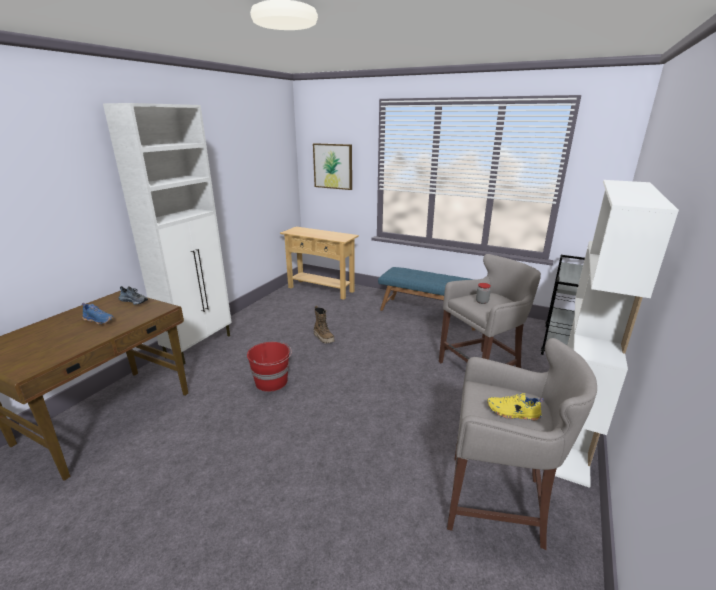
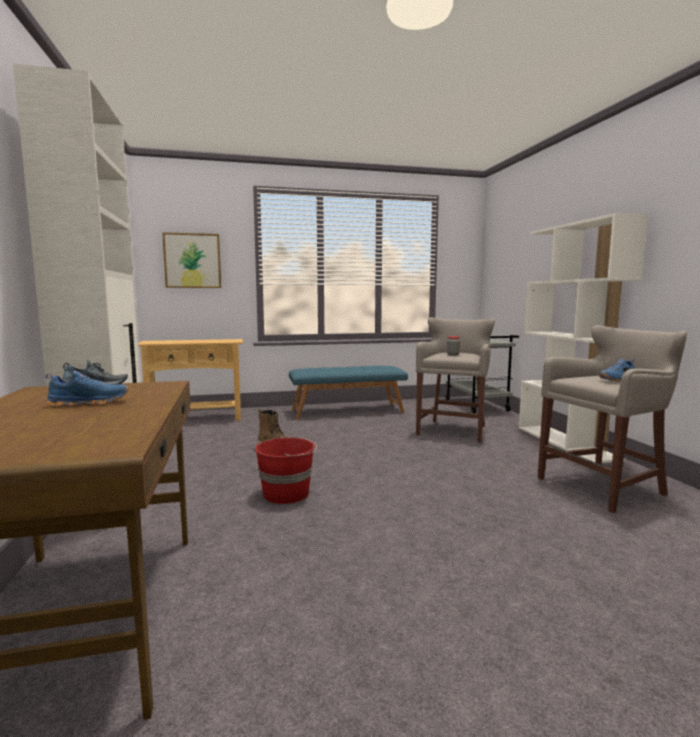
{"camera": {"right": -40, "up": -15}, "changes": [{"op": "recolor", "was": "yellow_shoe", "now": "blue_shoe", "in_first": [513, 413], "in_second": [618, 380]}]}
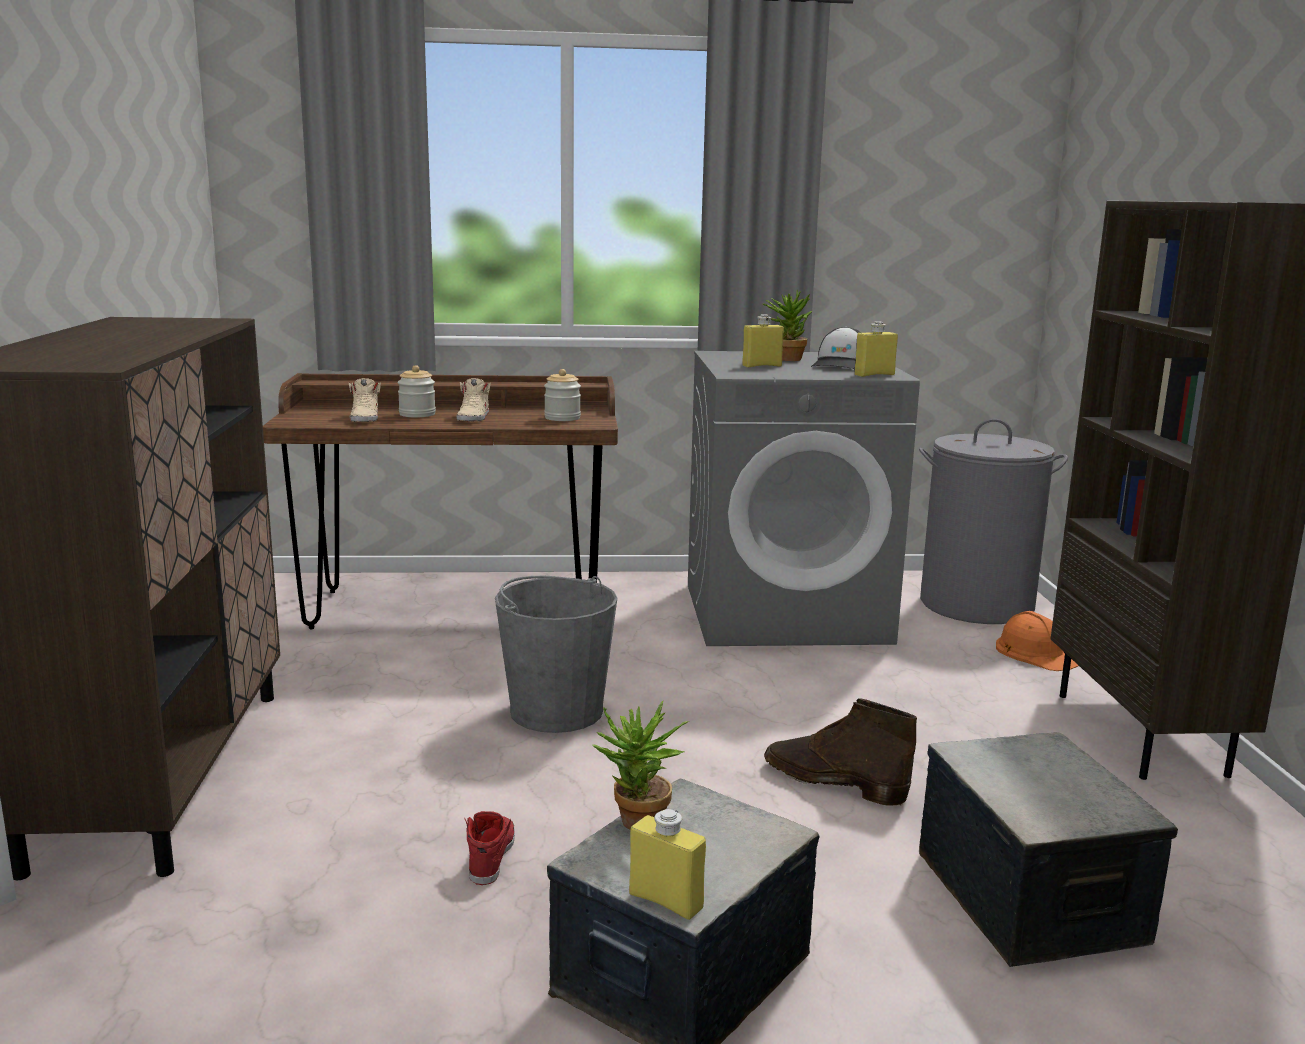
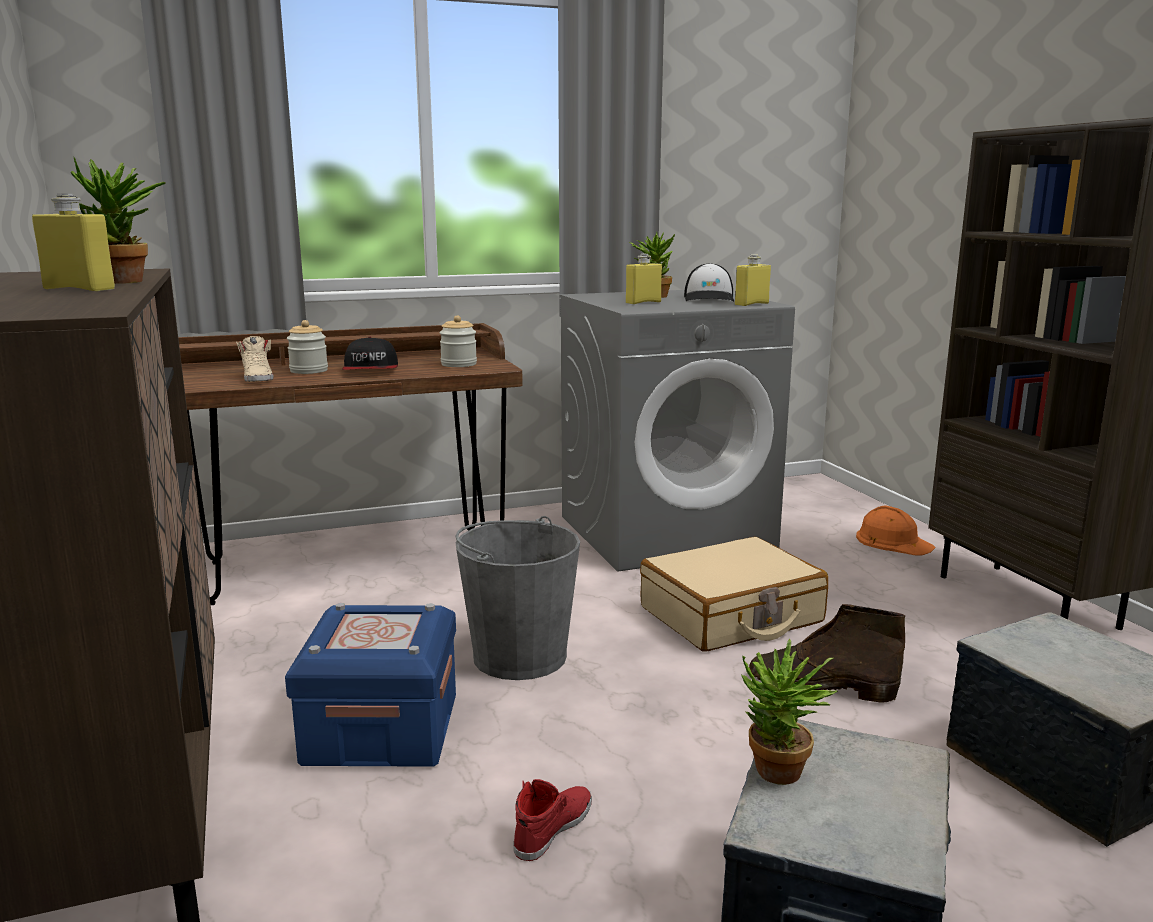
{"camera": {"right": -15, "up": 0}, "changes": [{"op": "replace", "was": "beige_shoe", "now": "cap", "in_first": [474, 418], "in_second": [371, 370]}, {"op": "rotate", "was": "red_shoe", "in_first": [491, 855], "in_second": [552, 827], "clockwise": 45}, {"op": "move", "was": "yellow_bottle", "in_first": [666, 901], "in_second": [79, 289]}, {"op": "delete", "was": "grey_laundry_basket", "in_first": [976, 604]}, {"op": "insert", "now": "potted_plant", "in_second": [125, 282]}, {"op": "insert", "now": "blue_storage_box", "in_second": [381, 729]}, {"op": "insert", "now": "beige_suitcase", "in_second": [731, 616]}]}
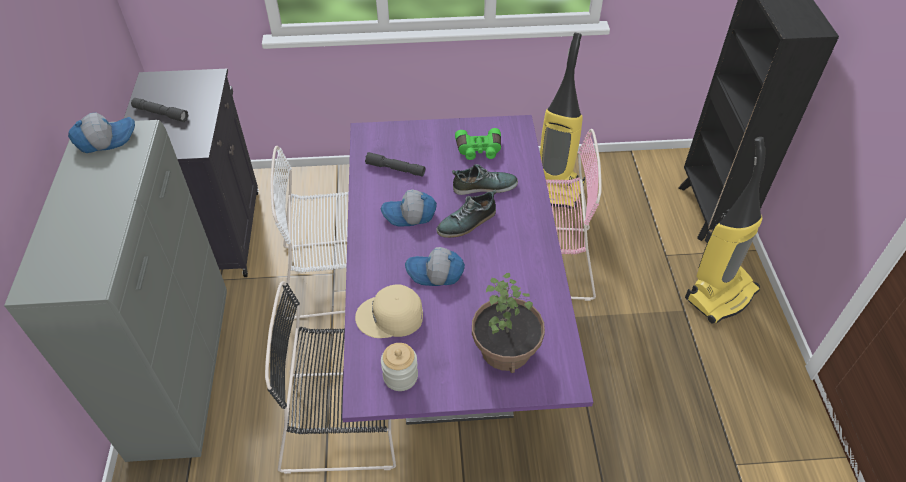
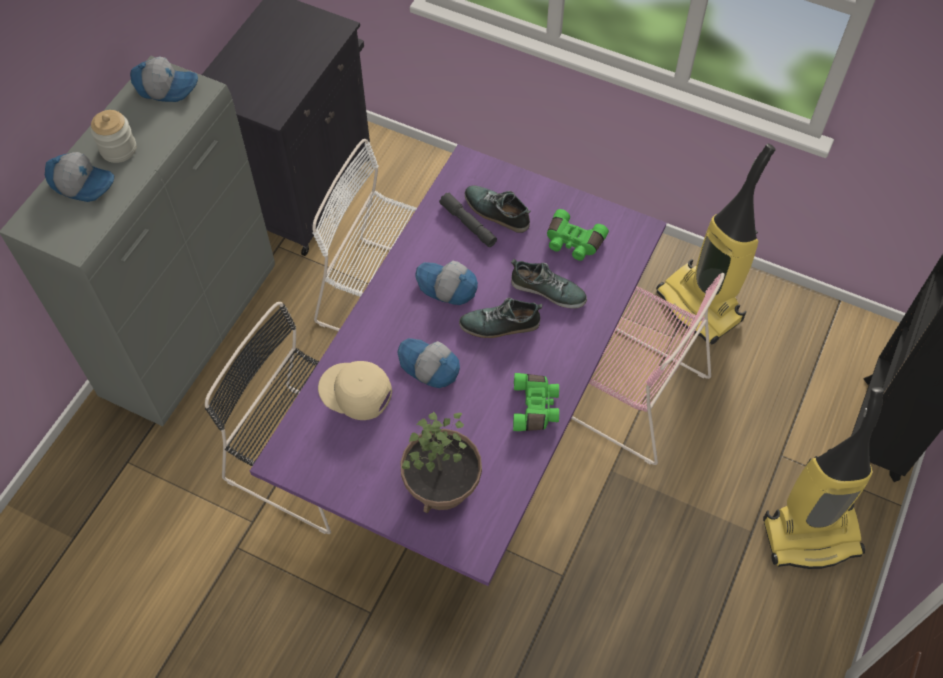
{"camera": {"right": 30, "up": 10}, "changes": [{"op": "delete", "was": "grey_flashlight", "in_first": [161, 114]}, {"op": "move", "was": "jar", "in_first": [400, 376], "in_second": [118, 149]}, {"op": "insert", "now": "cap", "in_second": [83, 183]}, {"op": "insert", "now": "shoe", "in_second": [496, 212]}, {"op": "insert", "now": "green_binoculars", "in_second": [536, 407]}]}
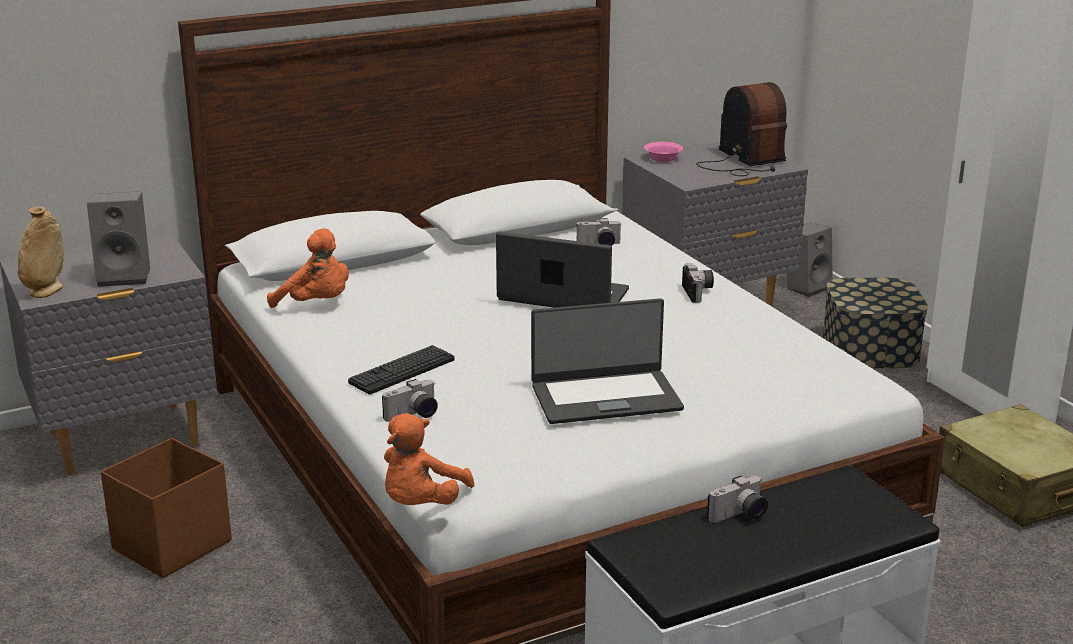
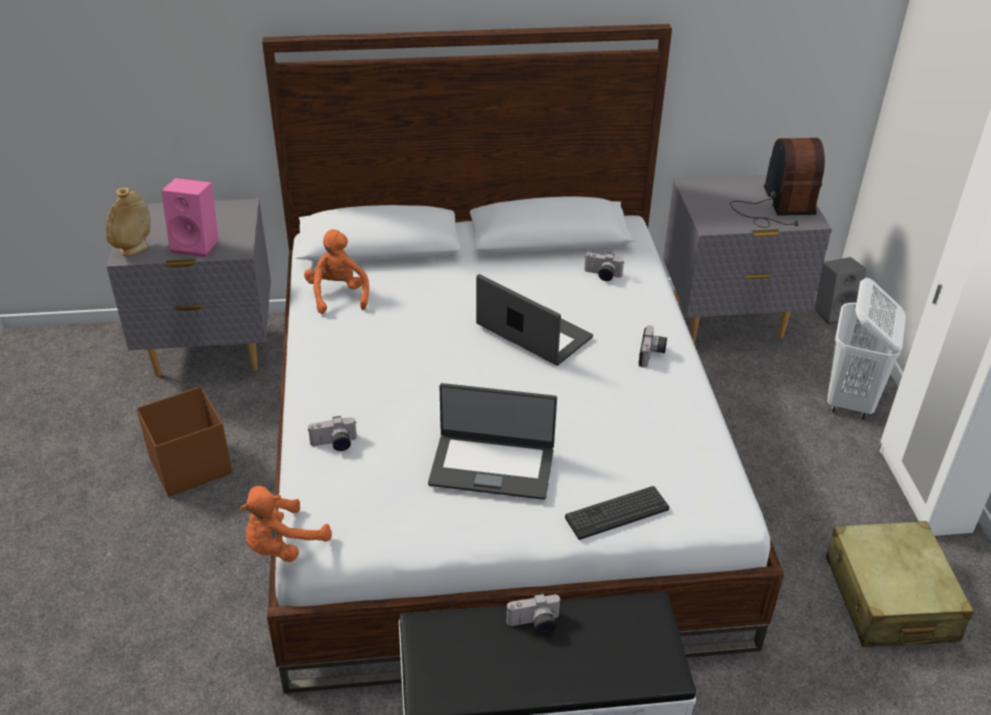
{"camera": {"right": 20, "up": 15}, "changes": [{"op": "recolor", "was": "grey_speaker", "now": "pink_speaker", "in_first": [126, 276], "in_second": [198, 244]}, {"op": "rotate", "was": "orange_plush_toy", "in_first": [316, 304], "in_second": [338, 295], "clockwise": -150}, {"op": "move", "was": "keyboard", "in_first": [402, 371], "in_second": [617, 513]}, {"op": "delete", "was": "pink_bowl", "in_first": [662, 158]}, {"op": "replace", "was": "storage_box", "now": "white_laundry_basket", "in_first": [870, 348], "in_second": [850, 400]}]}
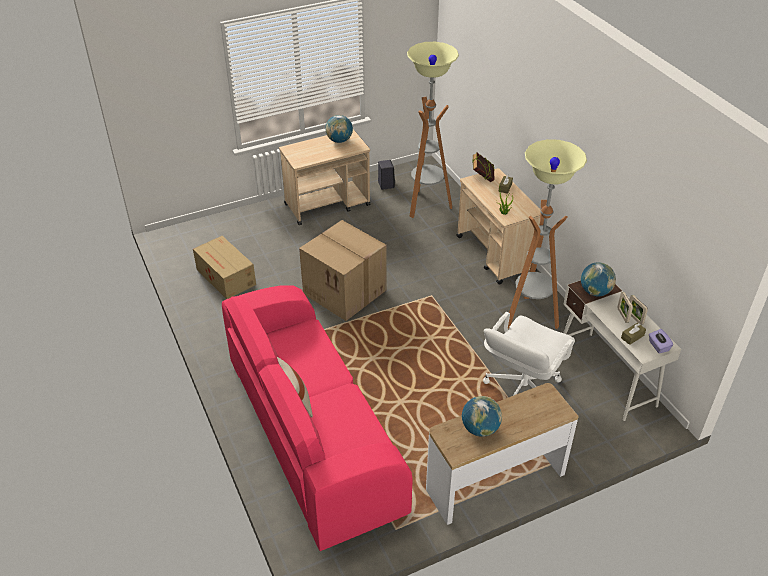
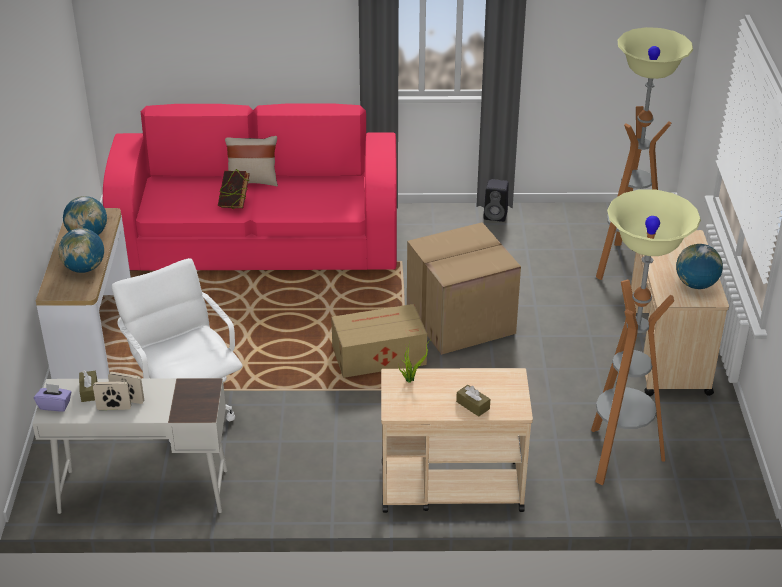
{"camera": {"right": 115, "up": -5}, "changes": [{"op": "move", "was": "cardboard_box", "in_first": [226, 277], "in_second": [377, 356]}, {"op": "move", "was": "black_speaker", "in_first": [385, 184], "in_second": [496, 215]}, {"op": "move", "was": "book", "in_first": [482, 178], "in_second": [235, 204]}, {"op": "move", "was": "floor_lamp", "in_first": [530, 317], "in_second": [626, 265]}, {"op": "move", "was": "globe", "in_first": [595, 292], "in_second": [84, 268]}]}
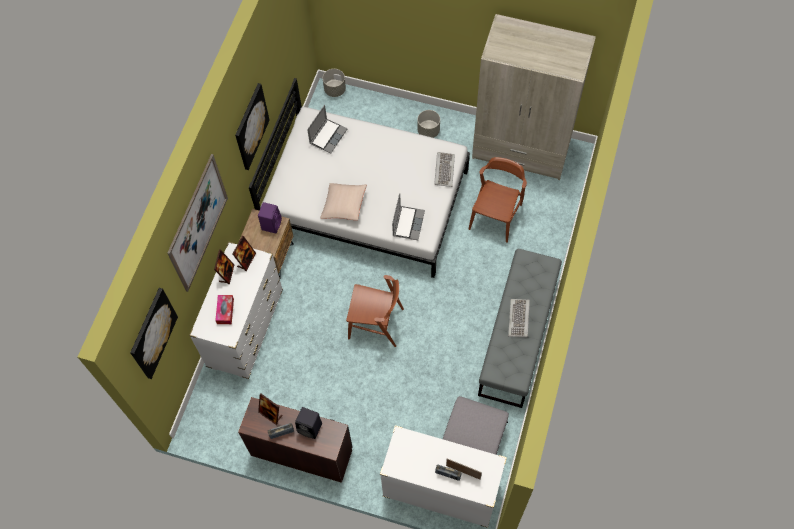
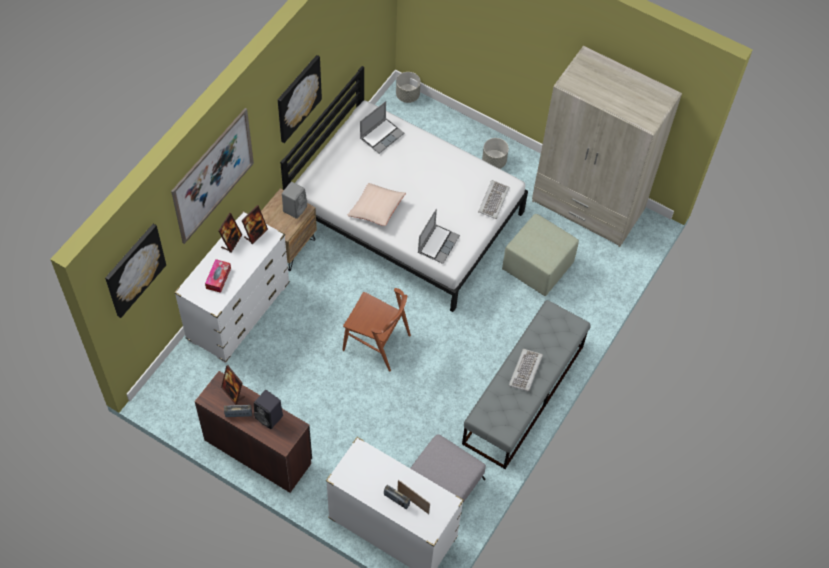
{"camera": {"right": 10, "up": -5}, "changes": [{"op": "recolor", "was": "purple_speaker", "now": "grey_speaker", "in_first": [271, 224], "in_second": [295, 208]}, {"op": "replace", "was": "brown_chair", "now": "green_ottoman", "in_first": [495, 216], "in_second": [538, 267]}]}
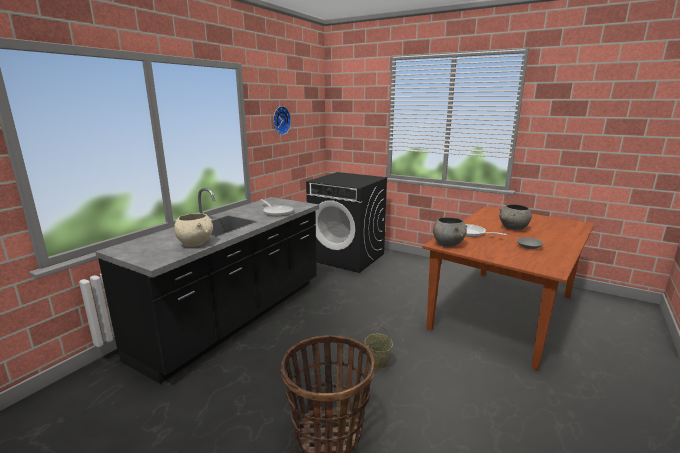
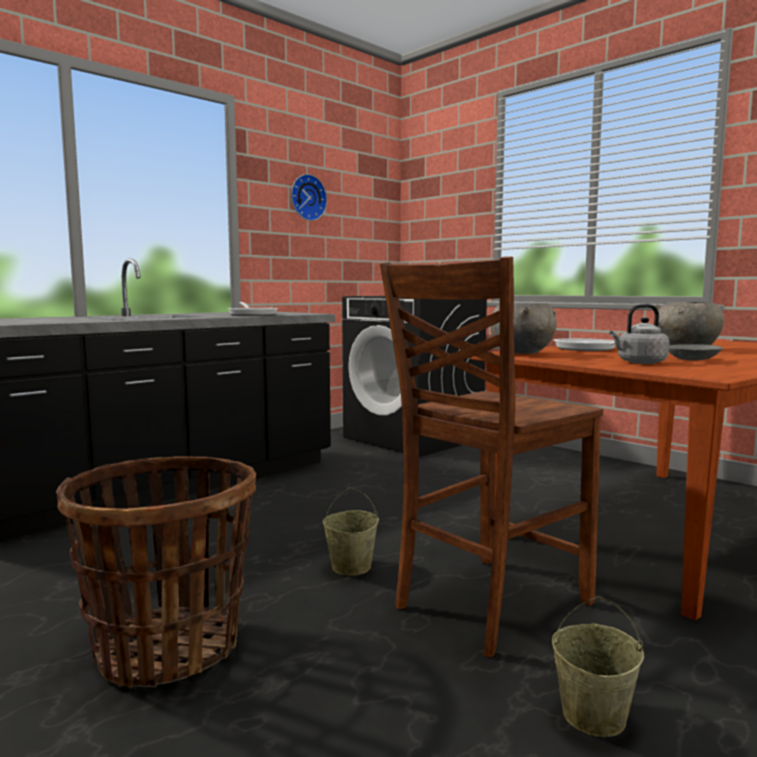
{"camera": {"right": 15, "up": -10}, "changes": [{"op": "delete", "was": "beige_bowl", "in_first": [195, 243]}, {"op": "insert", "now": "brown_chair", "in_second": [487, 604]}, {"op": "insert", "now": "beige_bucket", "in_second": [594, 715]}, {"op": "insert", "now": "grey_kettle", "in_second": [639, 362]}]}
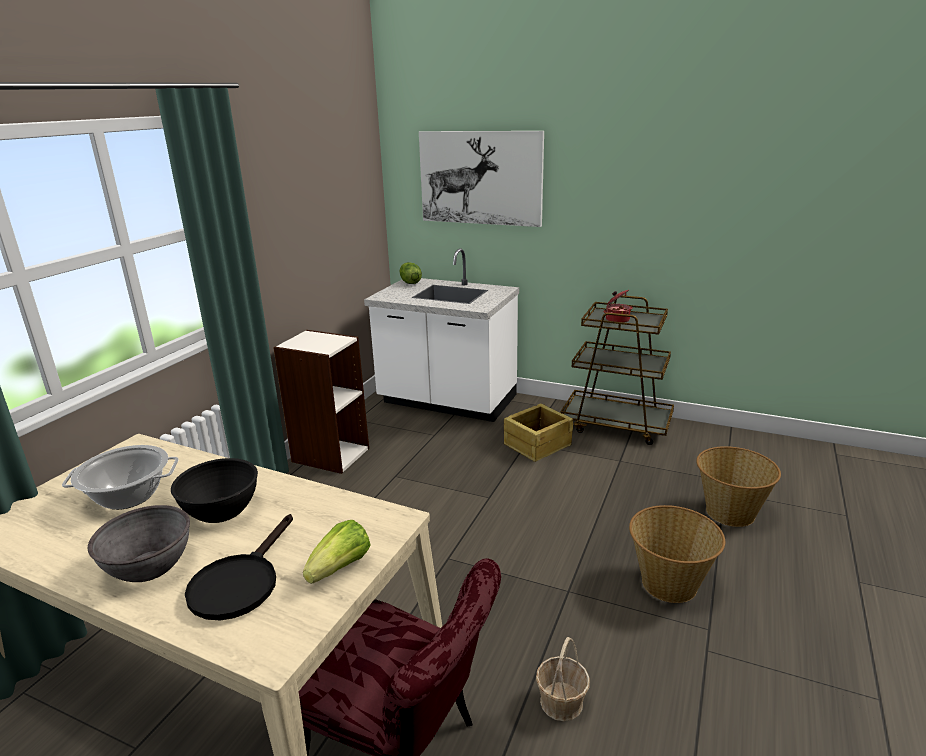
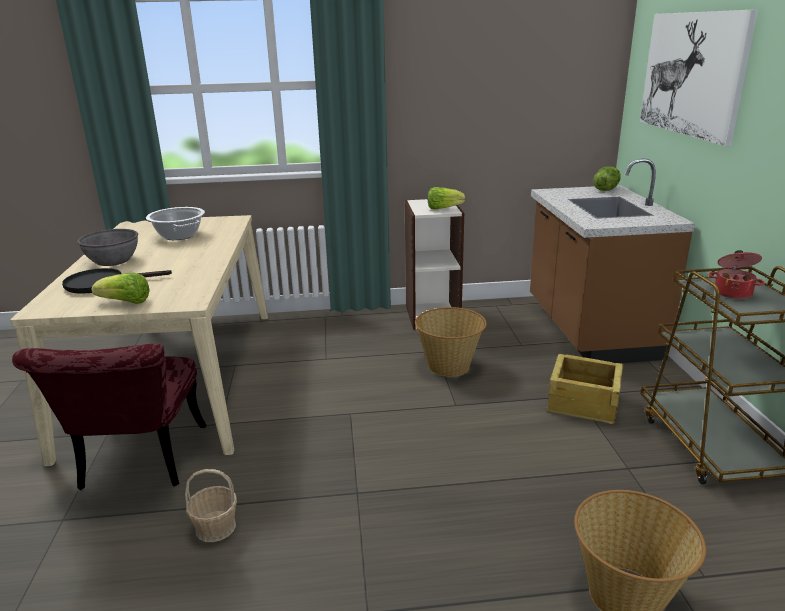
{"camera": {"right": 60, "up": 0}, "changes": [{"op": "delete", "was": "black_bowl", "in_first": [221, 510]}, {"op": "recolor", "was": "white_counter", "now": "brown_counter", "in_first": [447, 401], "in_second": [589, 330]}, {"op": "move", "was": "basket", "in_first": [669, 583], "in_second": [449, 366]}, {"op": "insert", "now": "lettuce", "in_second": [443, 208]}]}
